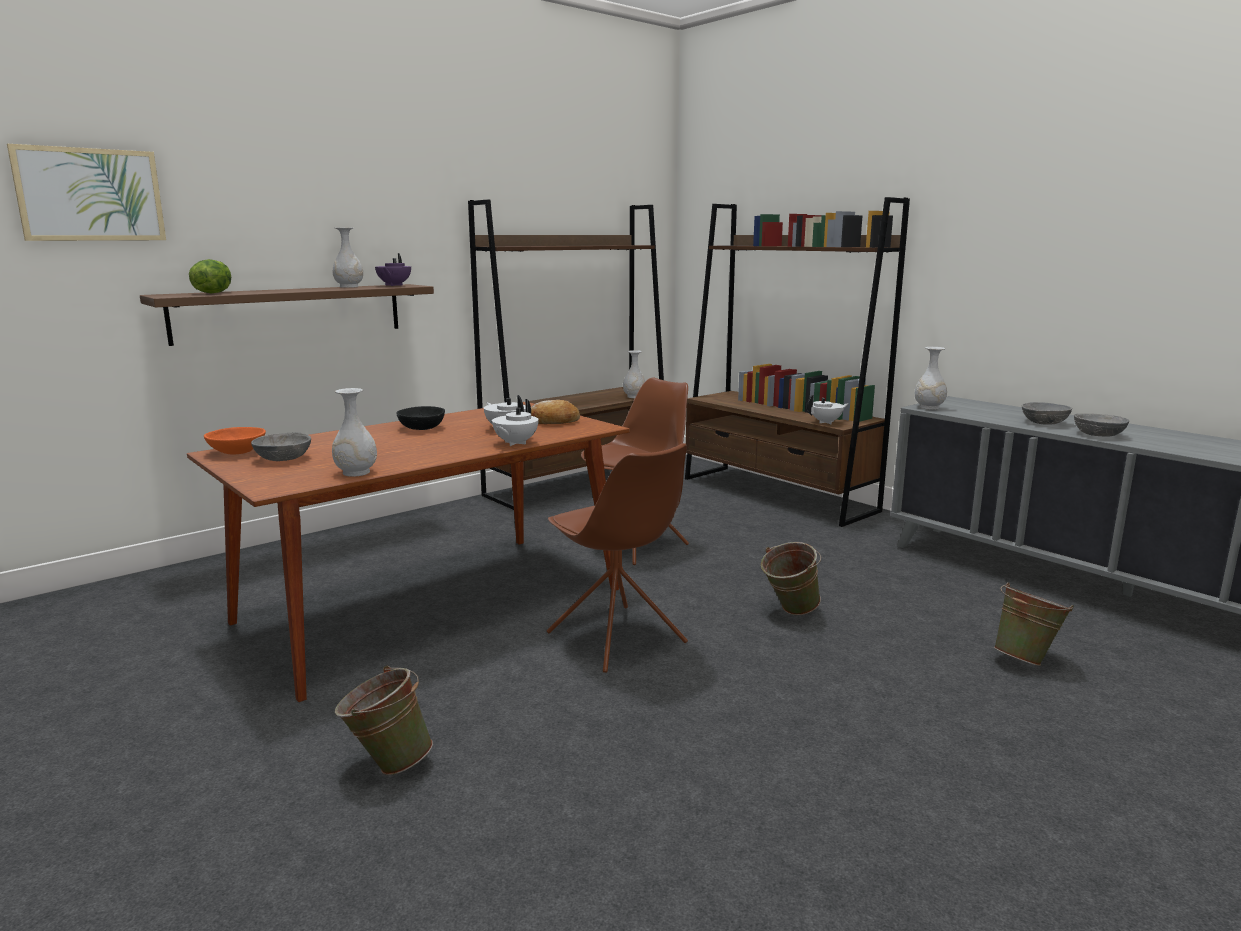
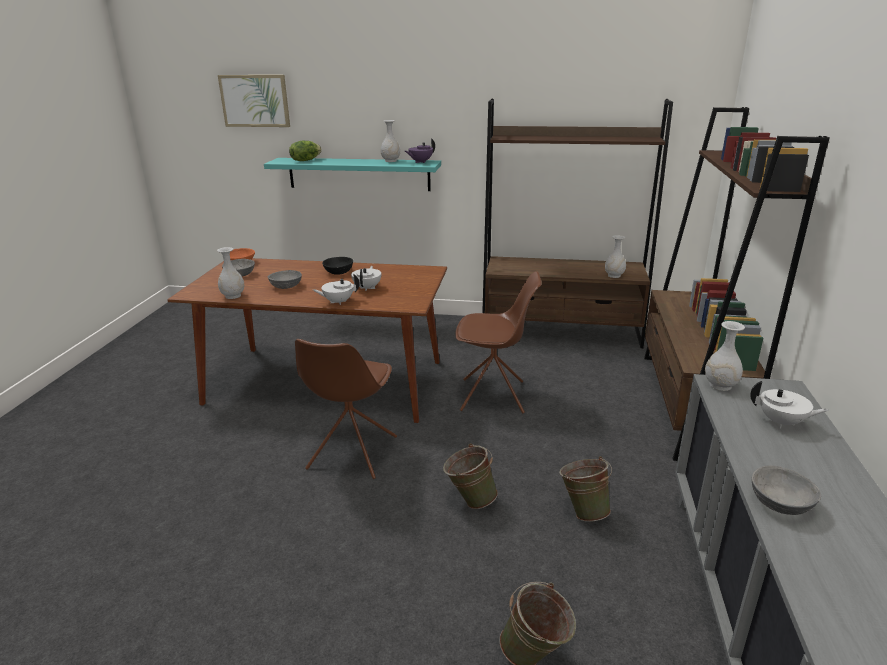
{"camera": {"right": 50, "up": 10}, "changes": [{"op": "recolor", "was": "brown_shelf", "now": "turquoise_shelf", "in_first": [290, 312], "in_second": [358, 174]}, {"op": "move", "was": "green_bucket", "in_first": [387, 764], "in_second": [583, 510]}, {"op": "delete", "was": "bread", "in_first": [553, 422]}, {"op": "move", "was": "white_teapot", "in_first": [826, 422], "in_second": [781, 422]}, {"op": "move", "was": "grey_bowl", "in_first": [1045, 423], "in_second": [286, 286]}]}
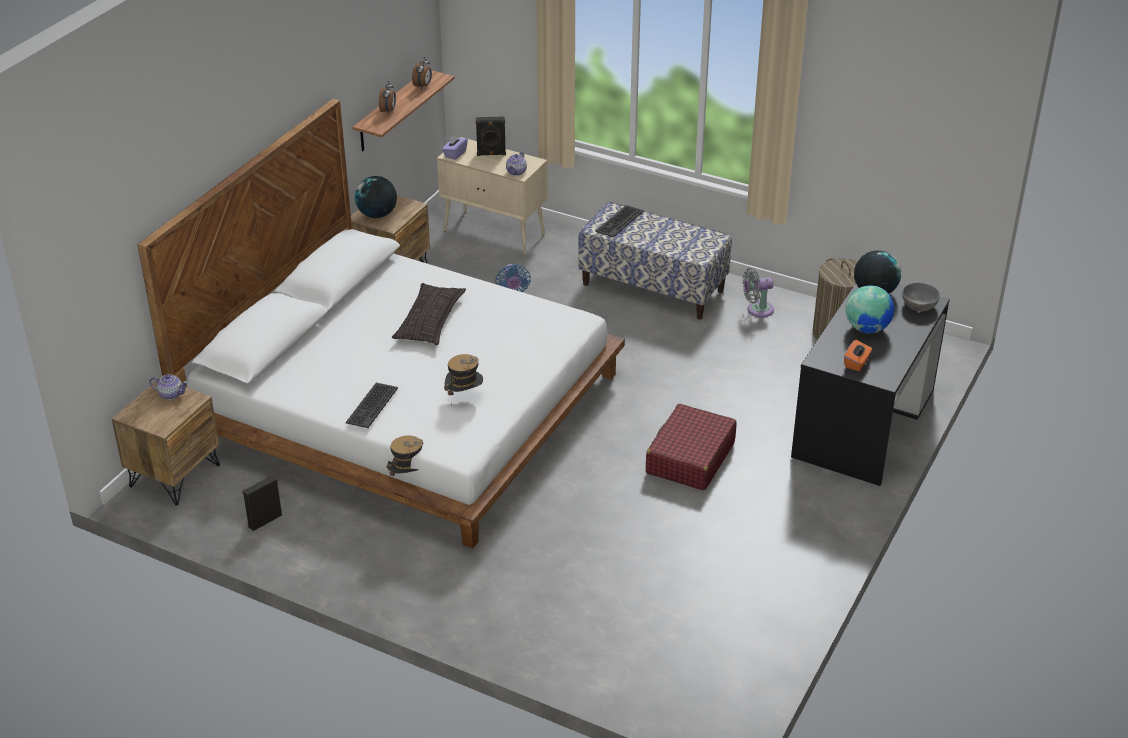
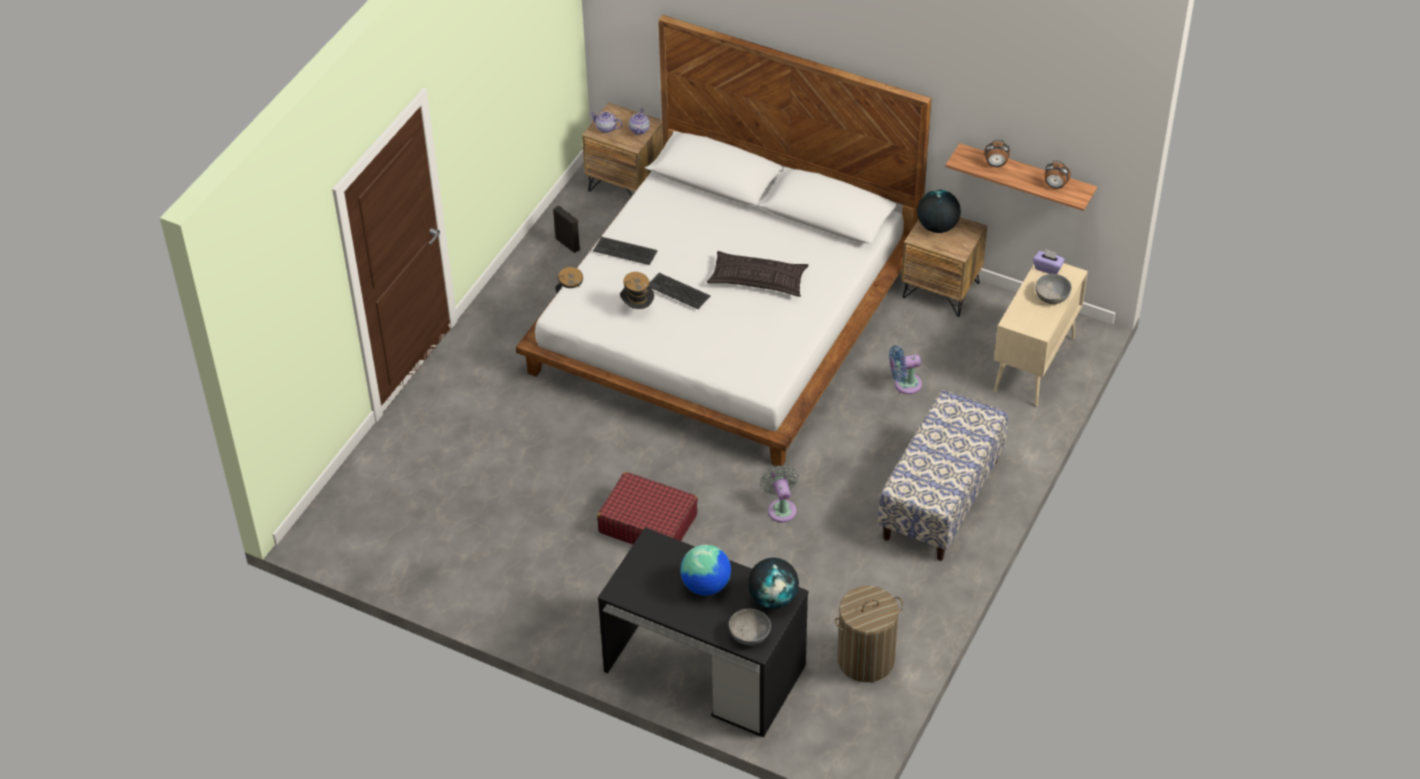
{"camera": {"right": 90, "up": 10}, "changes": [{"op": "replace", "was": "black_speaker", "now": "grey_bowl", "in_first": [491, 154], "in_second": [1052, 296]}, {"op": "move", "was": "teapot", "in_first": [516, 172], "in_second": [606, 128]}, {"op": "move", "was": "keyboard", "in_first": [619, 221], "in_second": [678, 291]}, {"op": "move", "was": "grey_fan", "in_first": [757, 310], "in_second": [781, 508]}, {"op": "delete", "was": "orange_tissue_box", "in_first": [856, 363]}]}
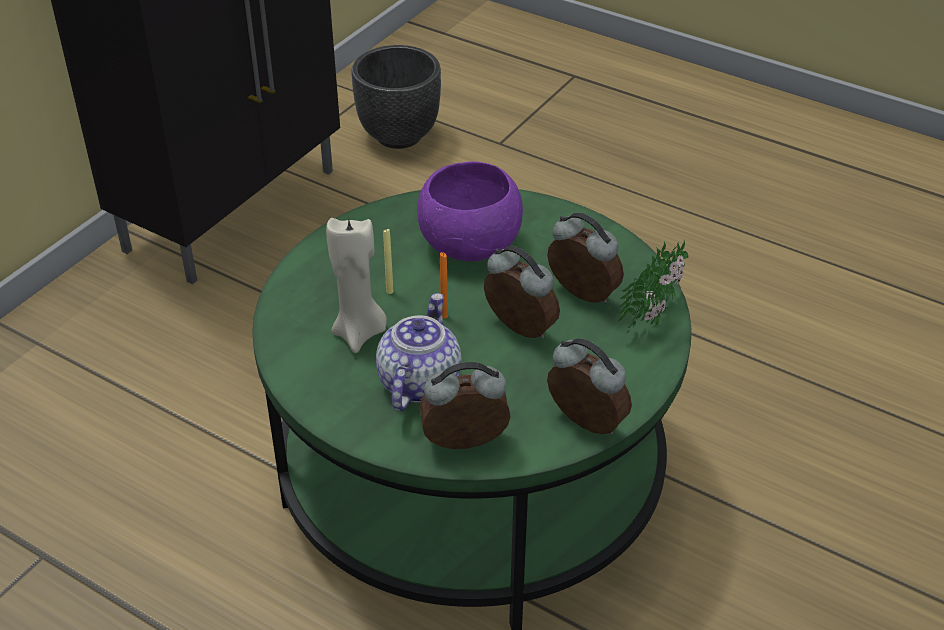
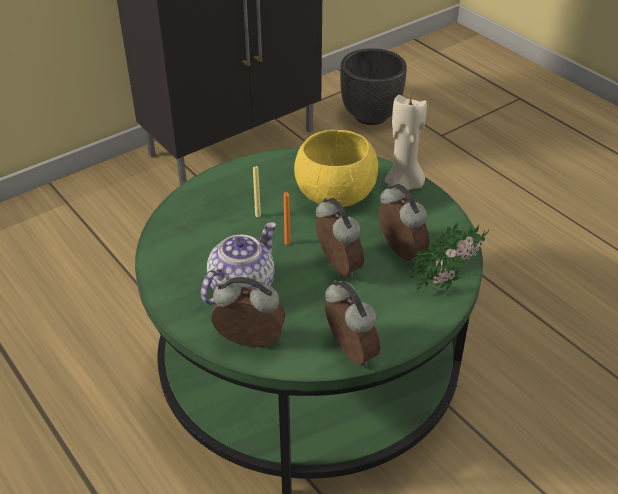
{"camera": {"right": 20, "up": 0}, "changes": [{"op": "move", "was": "beige_candle", "in_first": [360, 333], "in_second": [404, 186]}, {"op": "recolor", "was": "purple_bowl", "now": "yellow_bowl", "in_first": [471, 244], "in_second": [336, 194]}]}
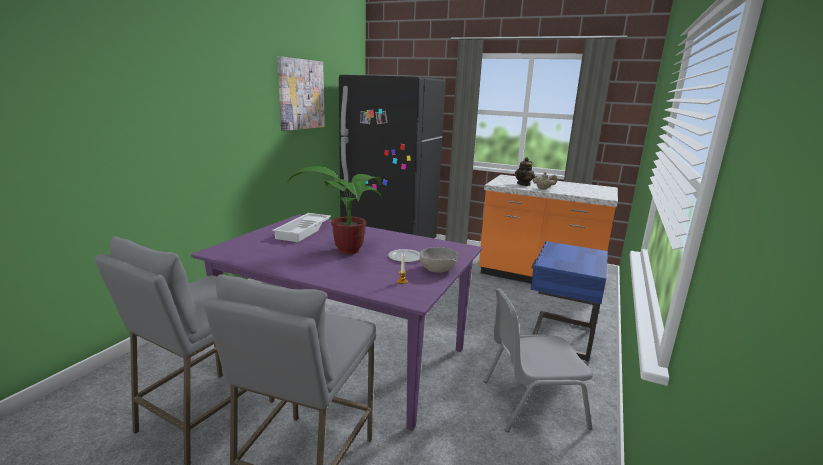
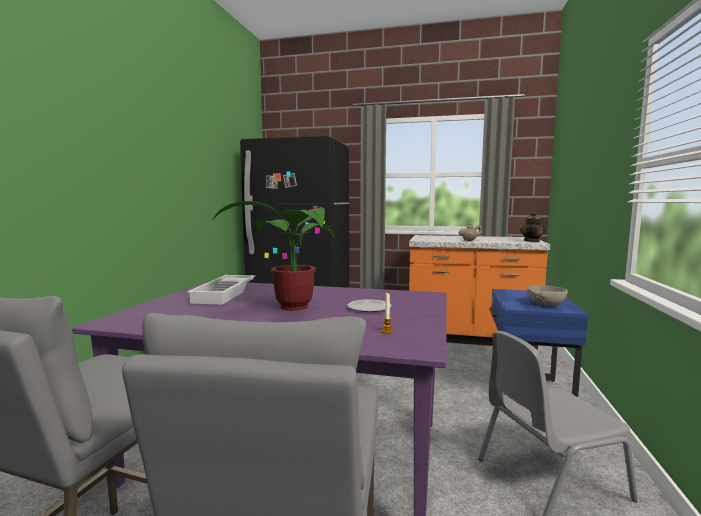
{"camera": {"right": -10, "up": -10}, "changes": [{"op": "delete", "was": "picture", "in_first": [301, 94]}, {"op": "move", "was": "grey_bowl", "in_first": [437, 269], "in_second": [545, 304]}, {"op": "move", "was": "teapot", "in_first": [523, 184], "in_second": [532, 241]}]}
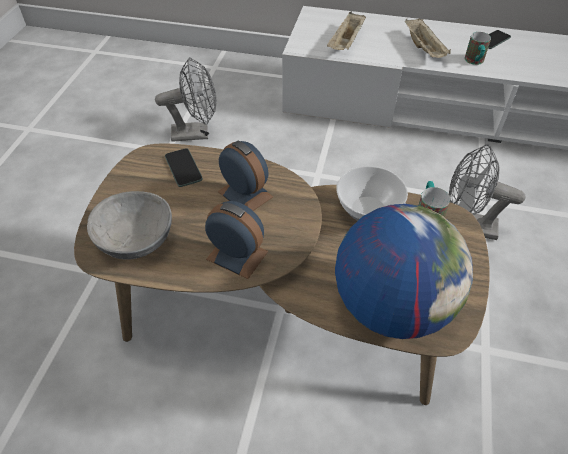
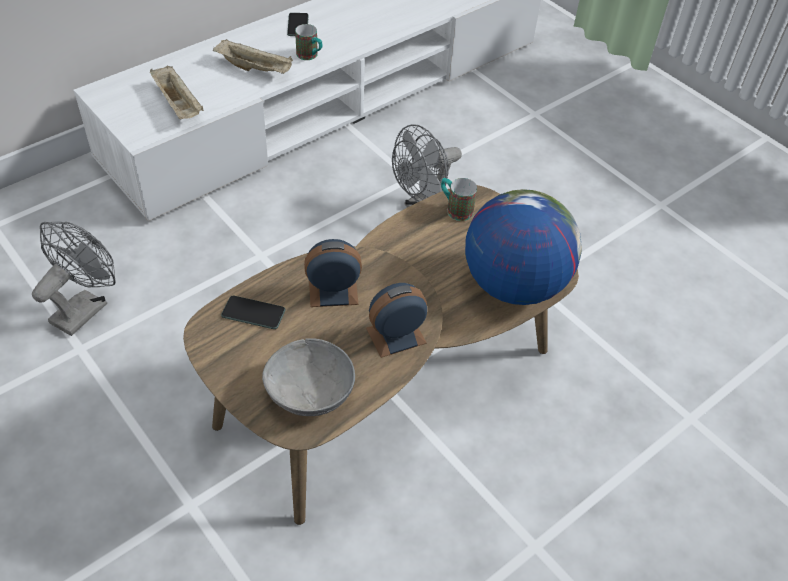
{"camera": {"right": -55, "up": 0}, "changes": [{"op": "delete", "was": "bowl", "in_first": [369, 210]}]}
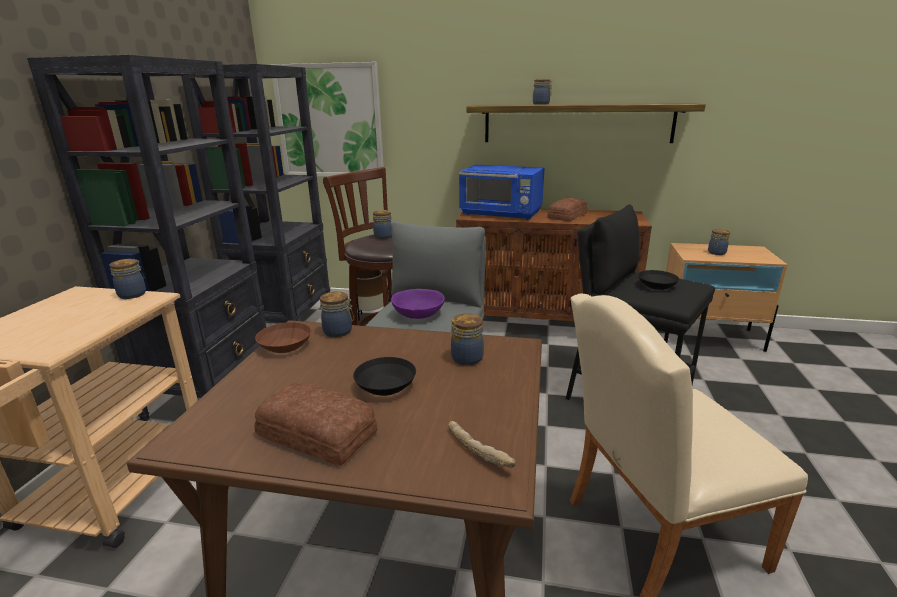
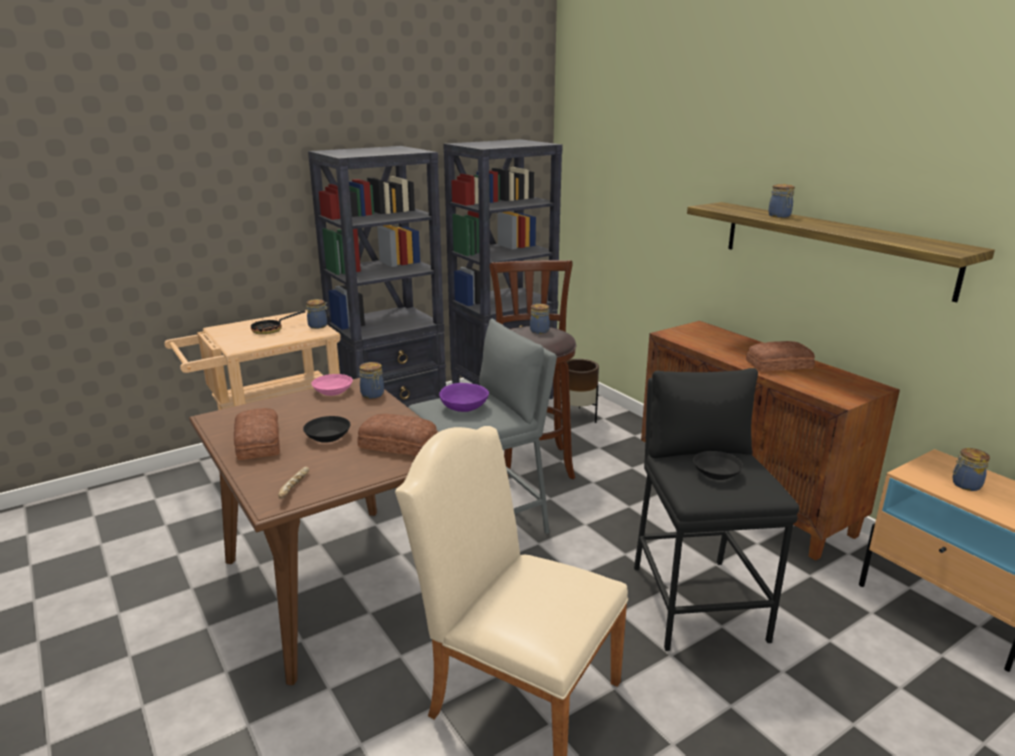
{"camera": {"right": 45, "up": 0}, "changes": [{"op": "recolor", "was": "brown_bowl", "now": "pink_bowl", "in_first": [285, 347], "in_second": [332, 391]}, {"op": "delete", "was": "picture", "in_first": [330, 122]}, {"op": "replace", "was": "jar", "now": "bread", "in_first": [466, 358], "in_second": [398, 443]}, {"op": "delete", "was": "blue_microwave", "in_first": [501, 214]}, {"op": "insert", "now": "frying_pan", "in_second": [272, 329]}]}
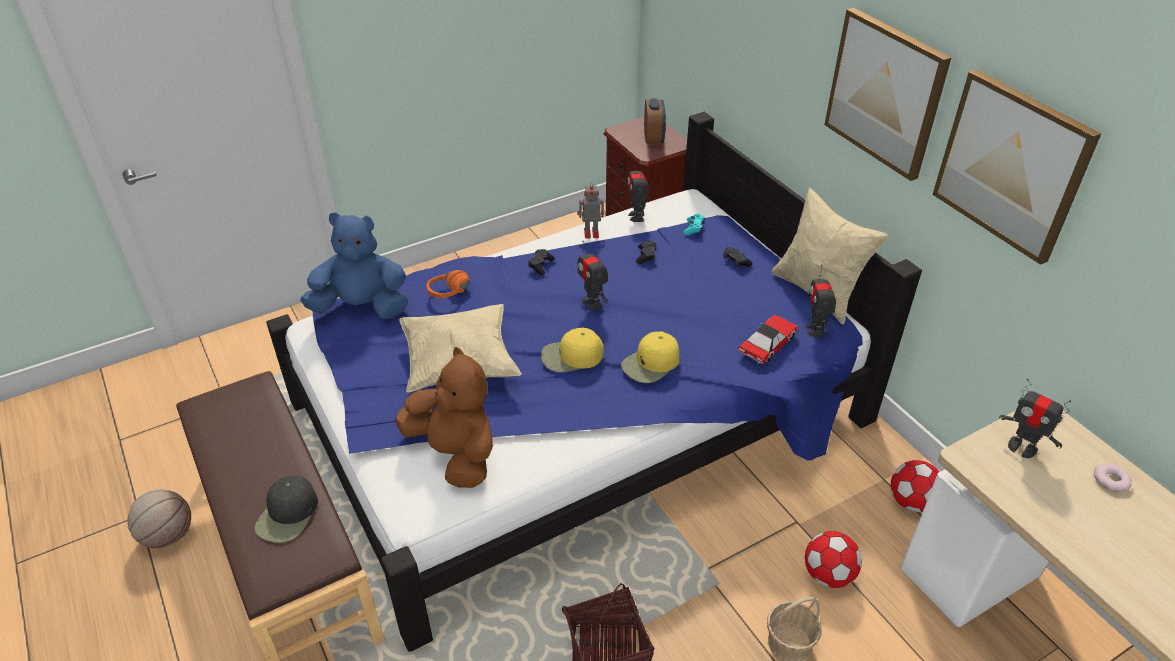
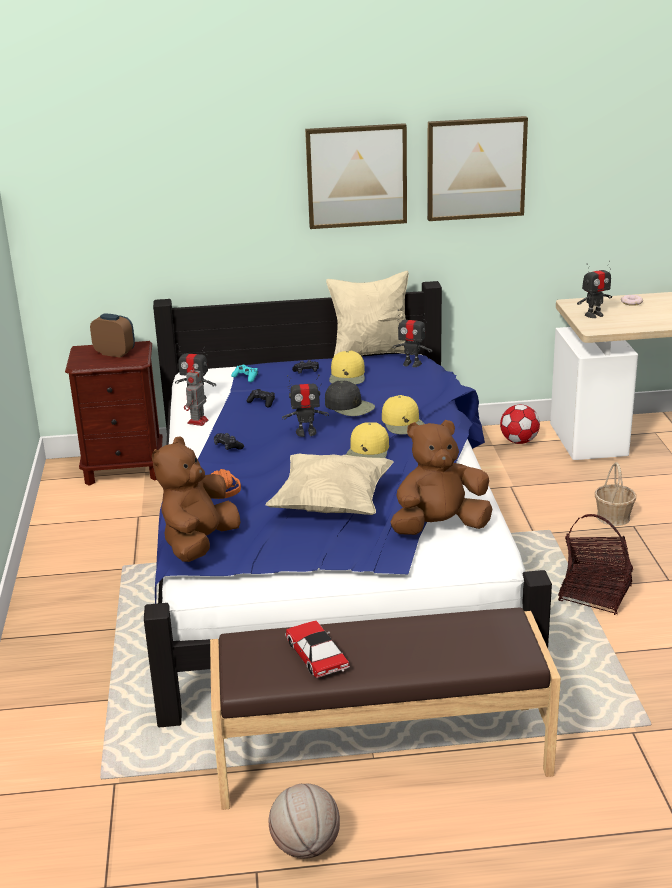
{"camera": {"right": -65, "up": -15}, "changes": [{"op": "move", "was": "black_cap", "in_first": [288, 515], "in_second": [349, 406]}, {"op": "recolor", "was": "blue_plush_toy", "now": "brown_plush_toy", "in_first": [362, 307], "in_second": [199, 544]}, {"op": "move", "was": "toy_car", "in_first": [767, 344], "in_second": [316, 656]}, {"op": "delete", "was": "football", "in_first": [828, 574]}, {"op": "insert", "now": "yellow_cap", "in_second": [347, 376]}]}
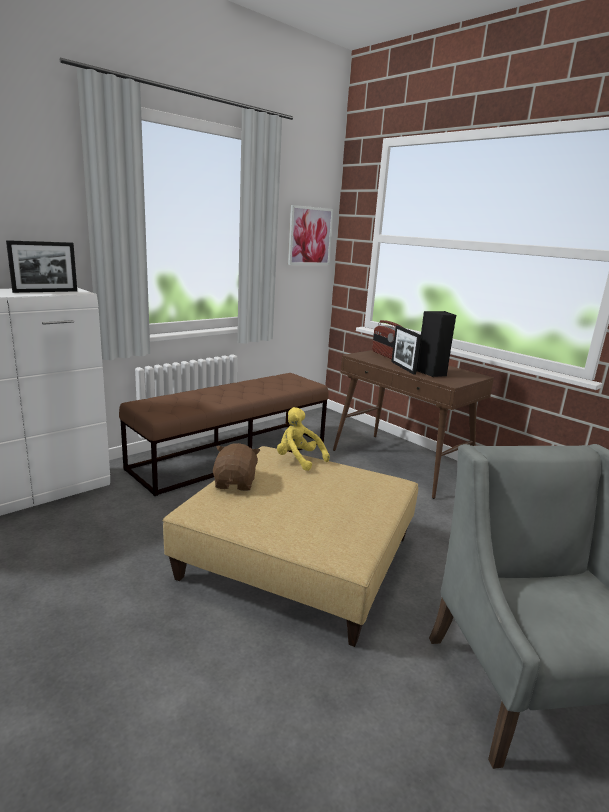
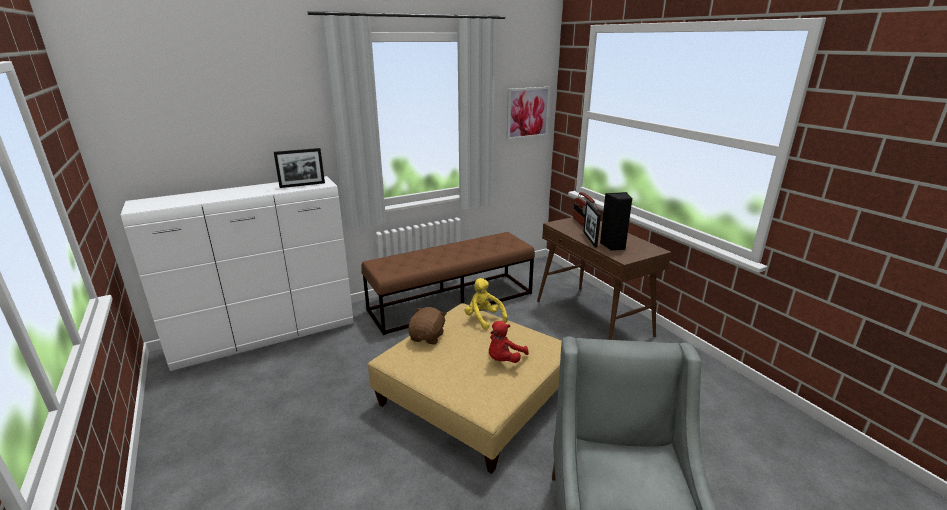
{"camera": {"right": 15, "up": 5}, "changes": [{"op": "insert", "now": "red_plush_toy", "in_second": [504, 360]}]}
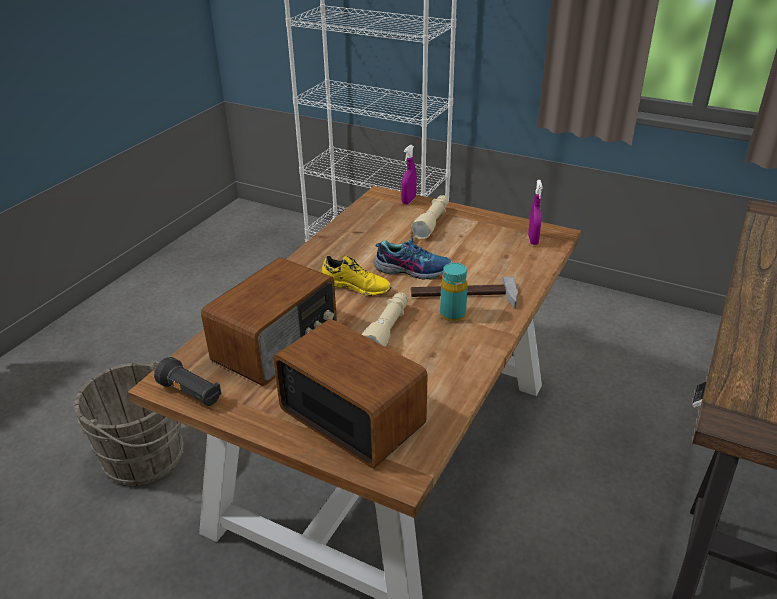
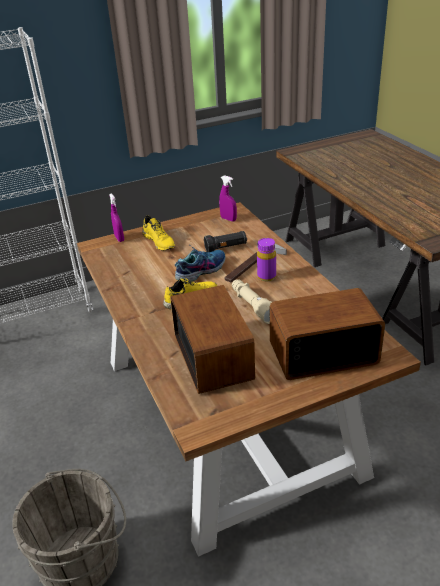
{"camera": {"right": -50, "up": 0}, "changes": [{"op": "move", "was": "black_flashlight", "in_first": [191, 393], "in_second": [226, 248]}, {"op": "replace", "was": "beige_flashlight", "now": "yellow_shoe", "in_first": [432, 223], "in_second": [159, 242]}, {"op": "recolor", "was": "turquoise_bottle", "now": "purple_bottle", "in_first": [452, 315], "in_second": [266, 277]}]}
